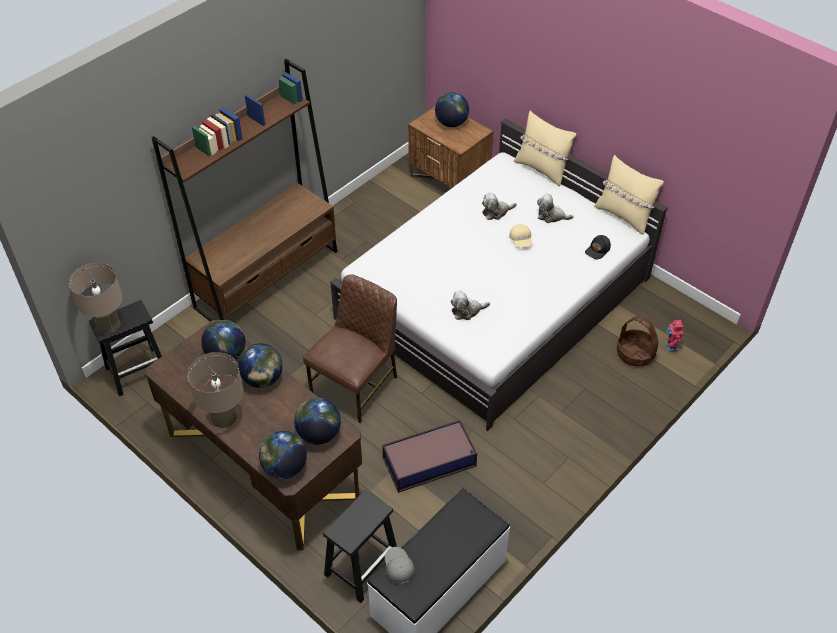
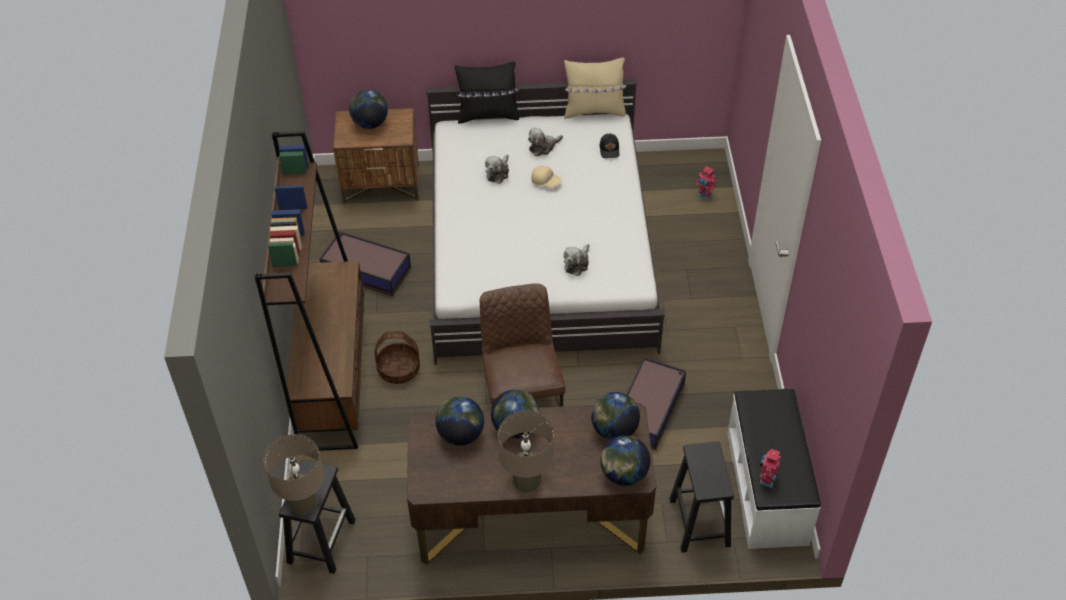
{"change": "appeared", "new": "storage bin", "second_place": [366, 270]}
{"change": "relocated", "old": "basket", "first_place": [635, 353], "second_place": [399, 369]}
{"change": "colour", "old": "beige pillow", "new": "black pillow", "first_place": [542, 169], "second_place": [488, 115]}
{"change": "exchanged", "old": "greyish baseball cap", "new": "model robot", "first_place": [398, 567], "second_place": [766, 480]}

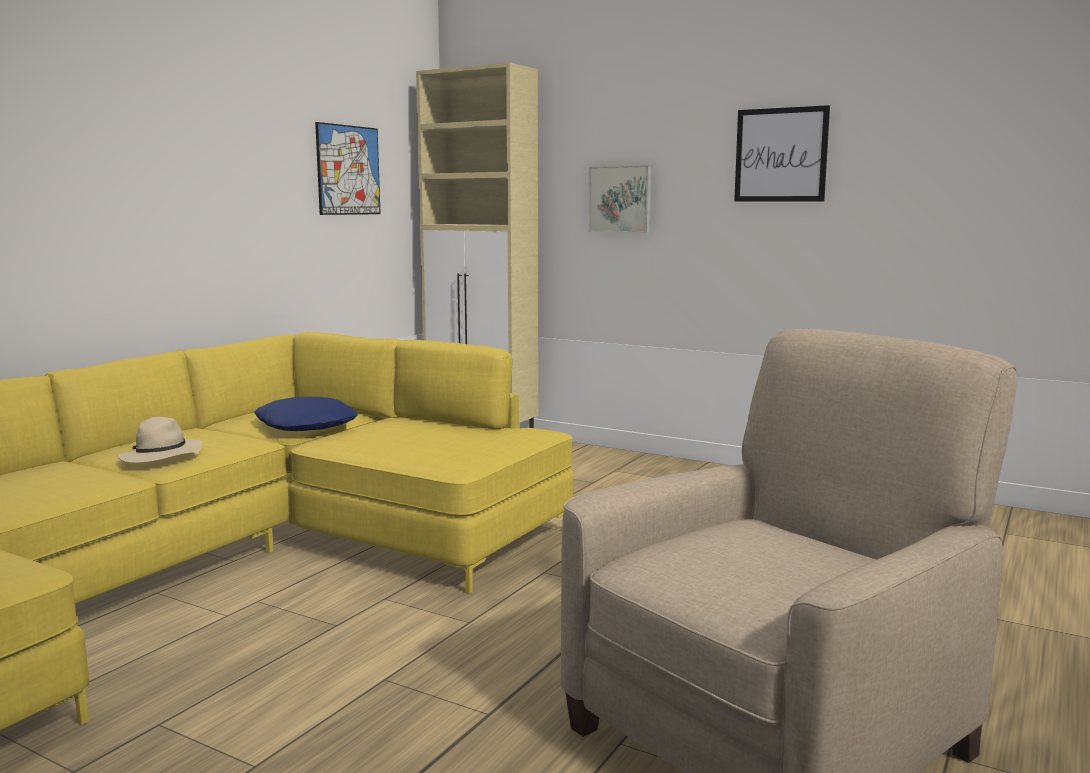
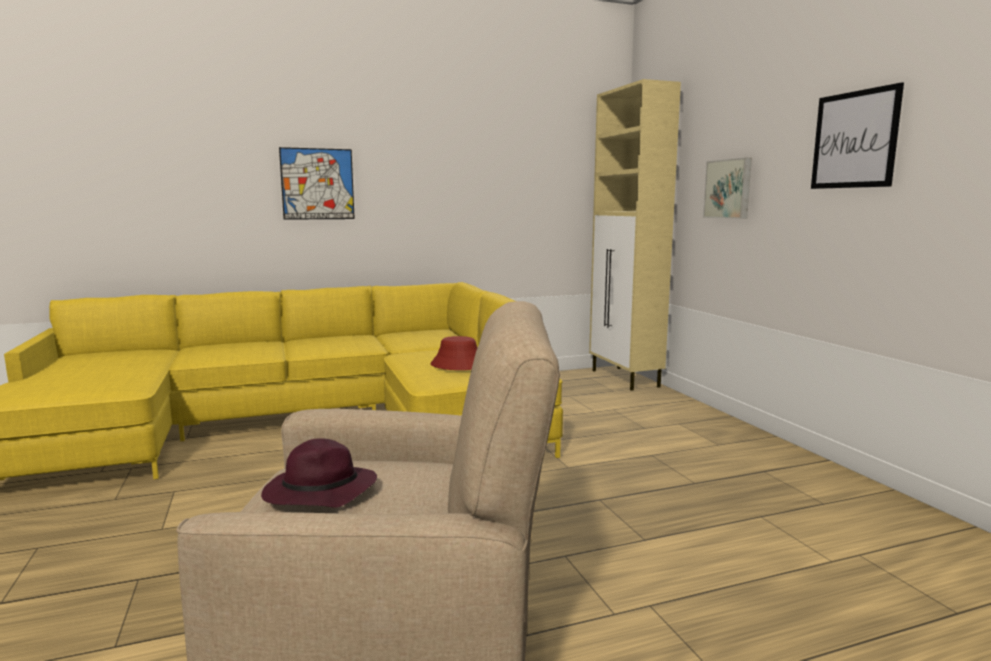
{"change": "appeared", "new": "purplish wearable hat", "second_place": [318, 493]}
{"change": "relocated", "old": "wall picture", "first_place": [348, 170], "second_place": [317, 184]}
{"change": "appeared", "new": "red-coloured wearable hat", "second_place": [458, 365]}
{"change": "missing", "old": "beige wearable hat", "first_place": [161, 457]}
{"change": "missing", "old": "bluish pillow", "first_place": [307, 425]}

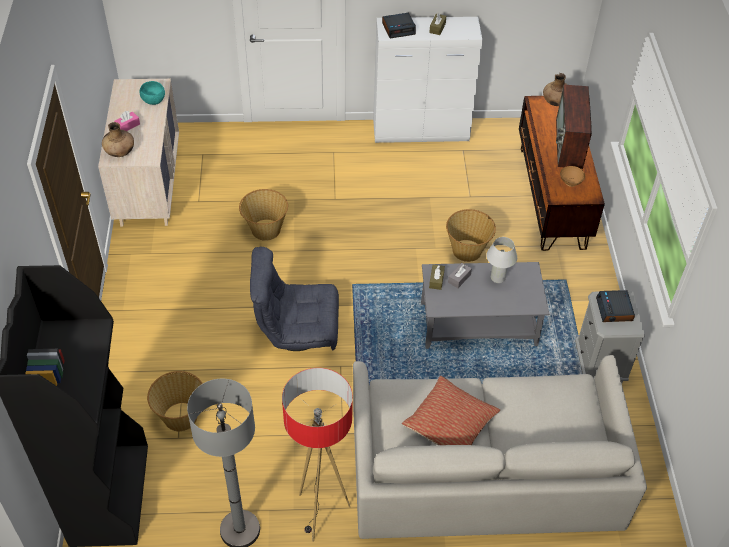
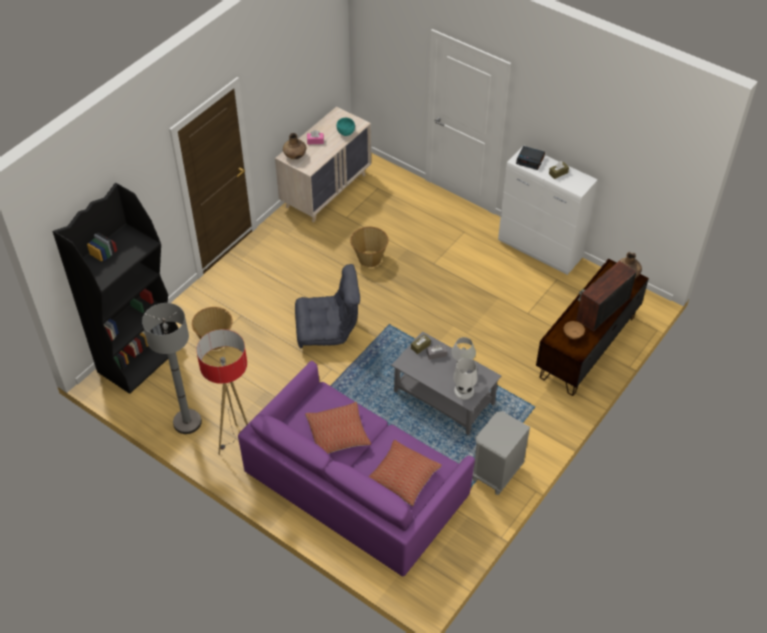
{"change": "colour", "old": "greyish settee", "new": "purplish settee", "first_place": [483, 468], "second_place": [355, 482]}
{"change": "spun", "old": "greyish easy chair", "first_place": [297, 329], "second_place": [328, 331], "degrees": 135}
{"change": "appeared", "new": "pillow", "second_place": [403, 477]}
{"change": "appeared", "new": "white tabletop lamp", "second_place": [464, 391]}
{"change": "missing", "old": "basket", "first_place": [467, 250]}
{"change": "missing", "old": "alarm clock", "first_place": [614, 310]}

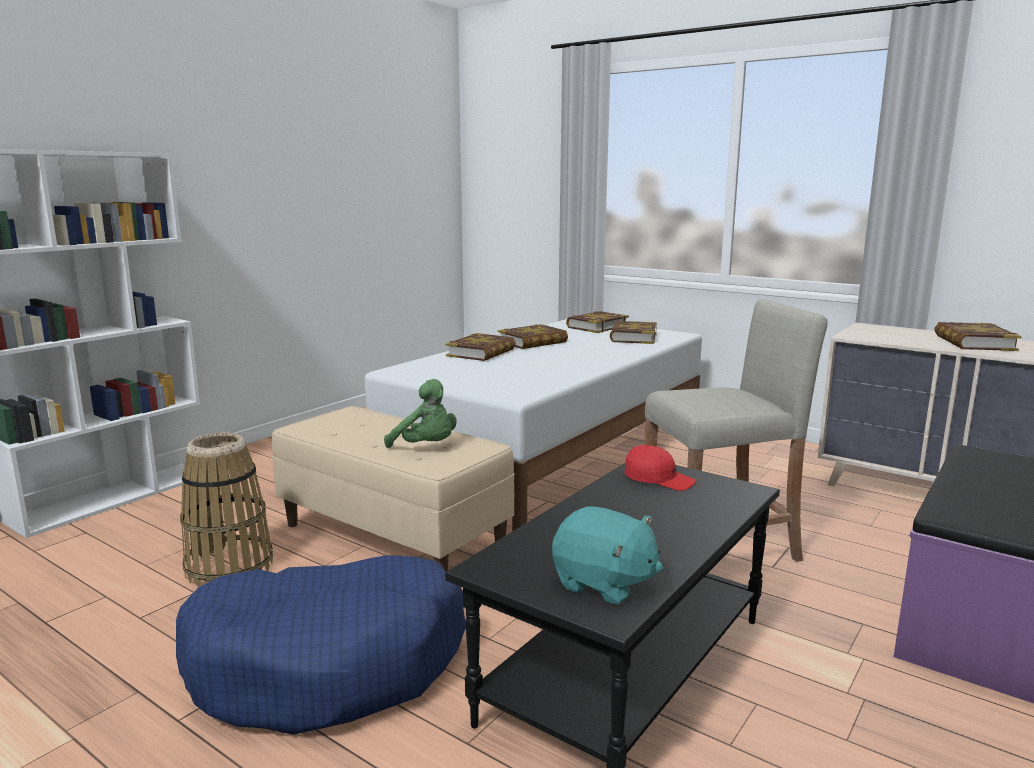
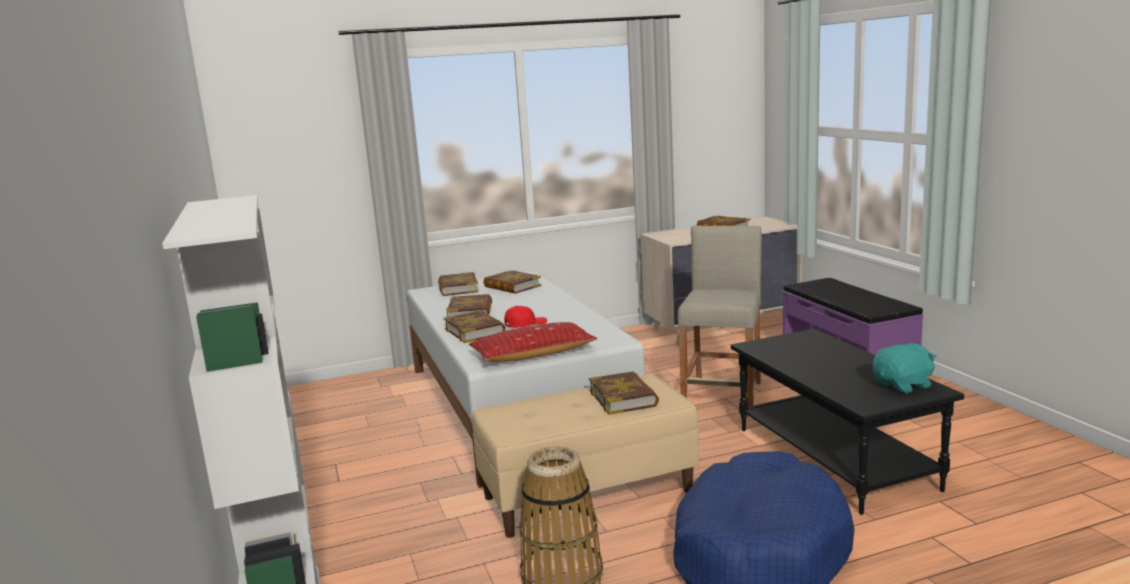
{"change": "appeared", "new": "red-coloured pillow", "second_place": [533, 354]}
{"change": "relocated", "old": "red-coloured baseball cap", "first_place": [658, 479], "second_place": [525, 323]}
{"change": "exchanged", "old": "green-coloured plush toy", "new": "volume", "first_place": [426, 447], "second_place": [623, 398]}

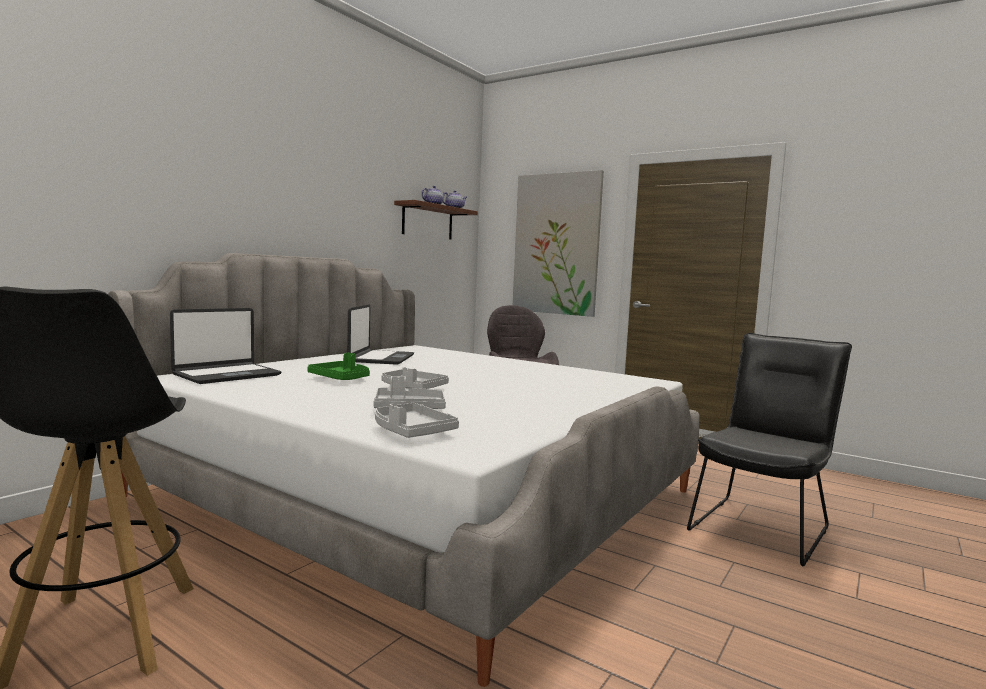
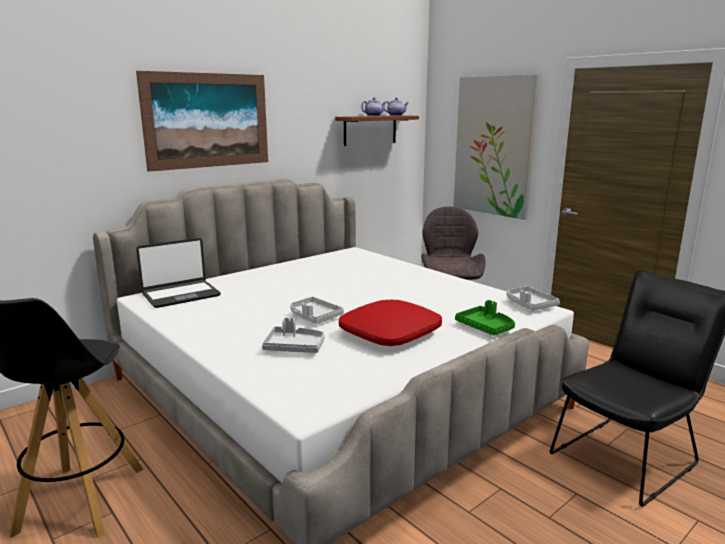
{"change": "appeared", "new": "wall picture", "second_place": [207, 120]}
{"change": "appeared", "new": "red-coloured pillow", "second_place": [390, 333]}
{"change": "relocated", "old": "green-coloured tray", "first_place": [341, 378], "second_place": [485, 327]}
{"change": "relocated", "old": "greyish tray", "first_place": [411, 432], "second_place": [529, 305]}
{"change": "missing", "old": "notebook computer", "first_place": [381, 358]}

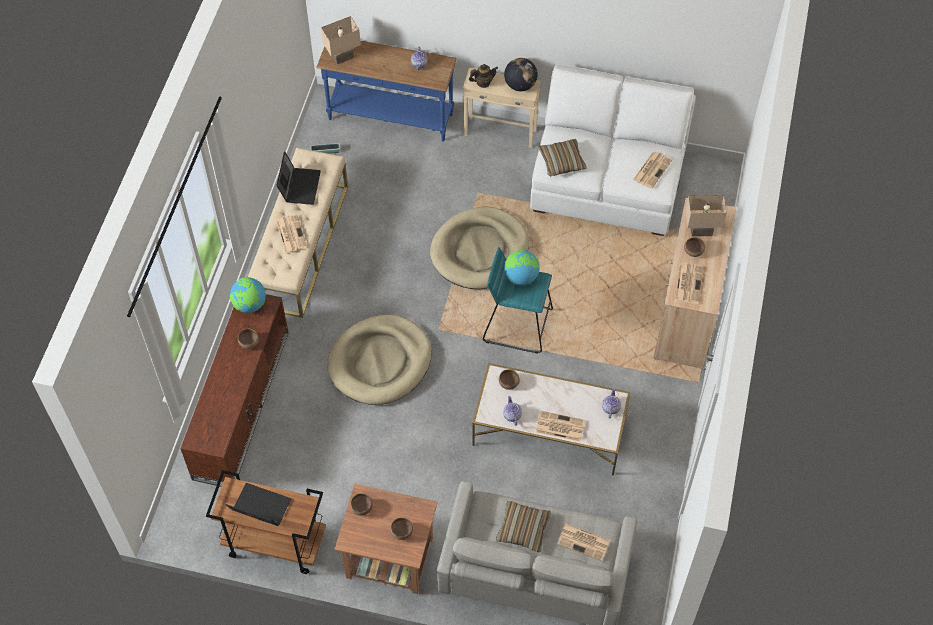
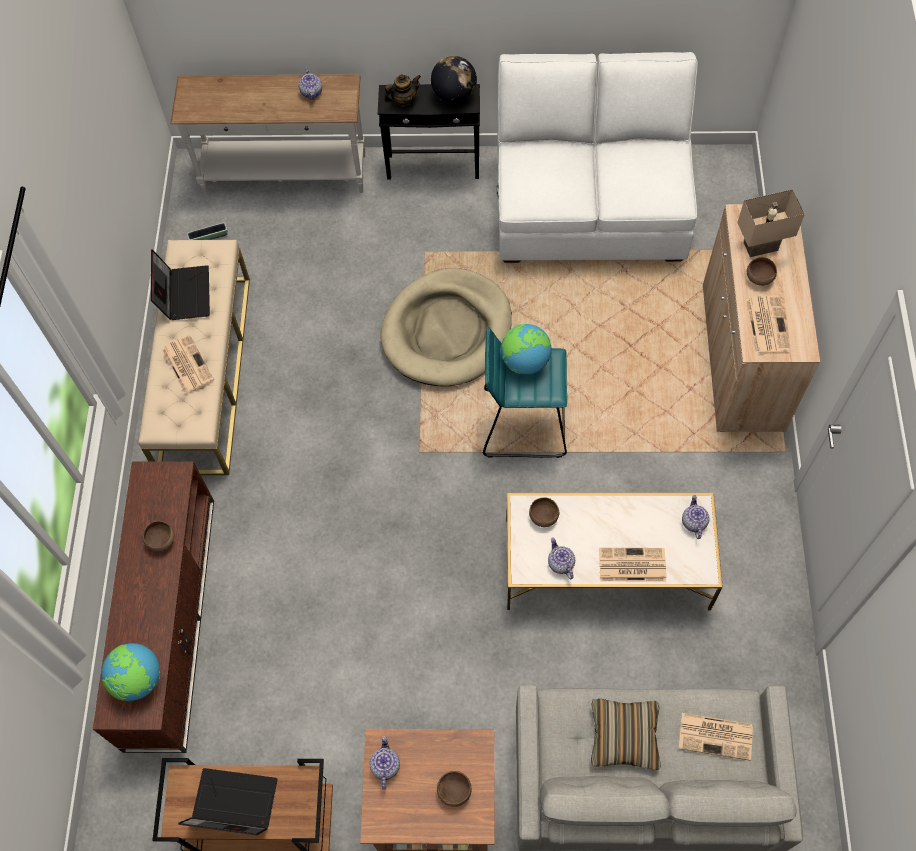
{"change": "relocated", "old": "world globe", "first_place": [249, 305], "second_place": [138, 680]}
{"change": "colour", "old": "bluish console table", "new": "white console table", "first_place": [390, 118], "second_place": [284, 175]}
{"change": "exchanged", "old": "brownish bowl", "new": "tea pot", "first_place": [361, 508], "second_place": [385, 765]}
{"change": "colour", "old": "beige end table", "new": "black end table", "first_place": [500, 133], "second_place": [433, 167]}
{"change": "missing", "old": "beige tabletop lamp", "first_place": [343, 56]}
{"change": "missing", "old": "beige pet bed", "first_place": [380, 362]}
{"change": "missing", "old": "pillow", "first_place": [562, 161]}
{"change": "missing", "old": "daily paper", "first_place": [652, 169]}

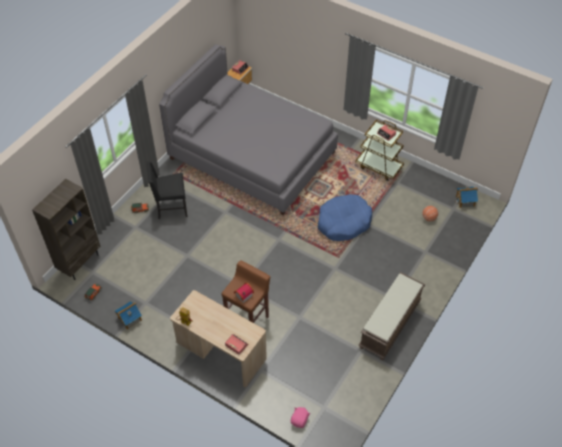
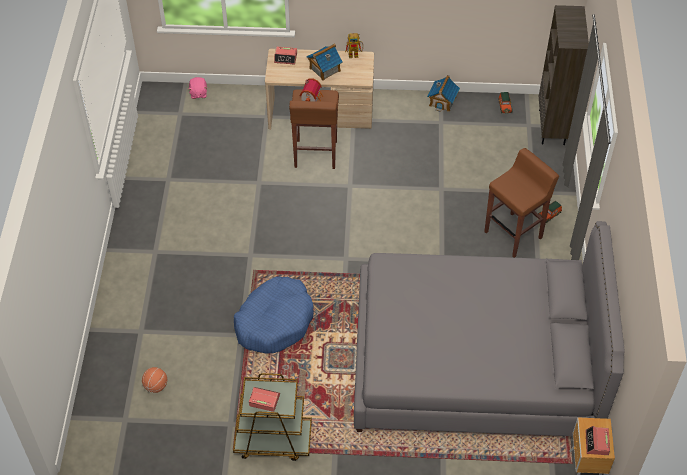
{"change": "relocated", "old": "model house", "first_place": [465, 201], "second_place": [324, 69]}
{"change": "exchanged", "old": "black plain chair", "new": "brownish stool", "first_place": [171, 208], "second_place": [514, 234]}
{"change": "missing", "old": "brownish indoor bench", "first_place": [390, 325]}

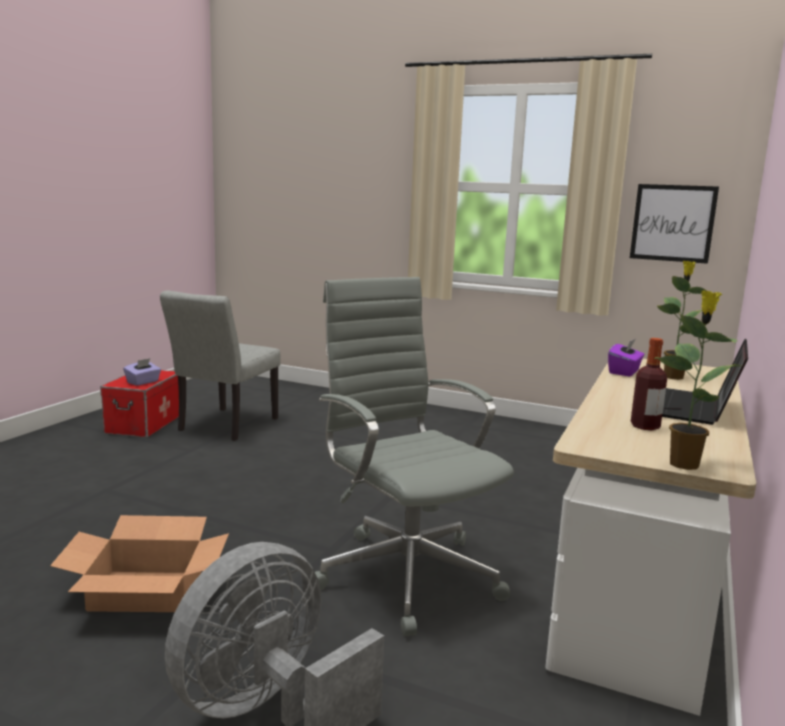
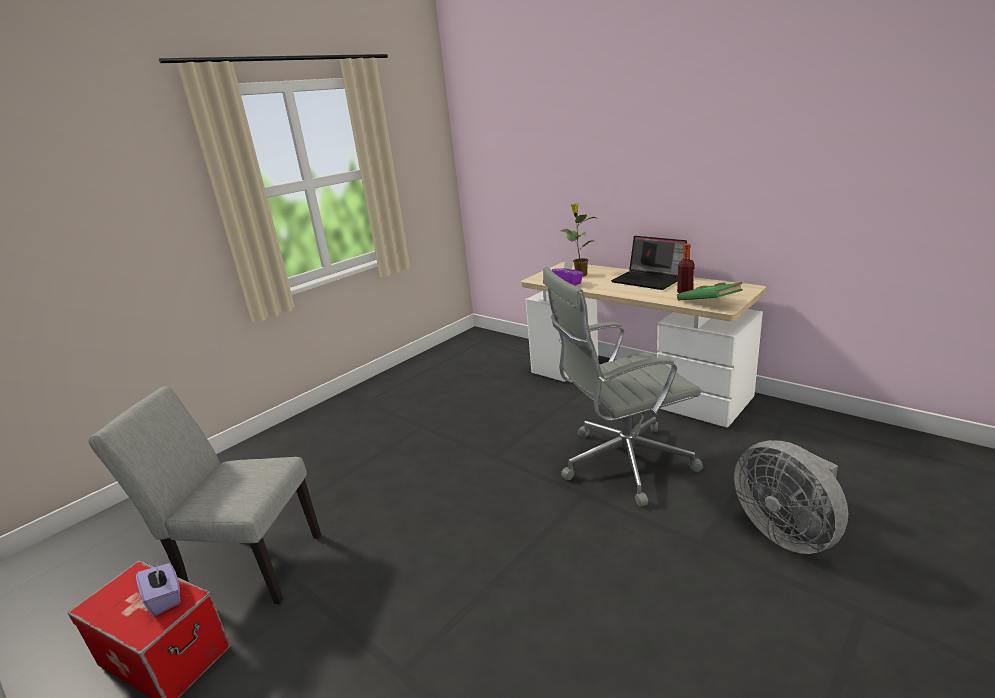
{"change": "spun", "old": "greyish plain chair", "first_place": [223, 426], "second_place": [245, 565], "degrees": 150}
{"change": "appeared", "new": "green-coloured volume", "second_place": [709, 303]}
{"change": "missing", "old": "carton", "first_place": [146, 591]}
{"change": "missing", "old": "wall picture", "first_place": [672, 223]}
{"change": "missing", "old": "houseplant", "first_place": [684, 463]}

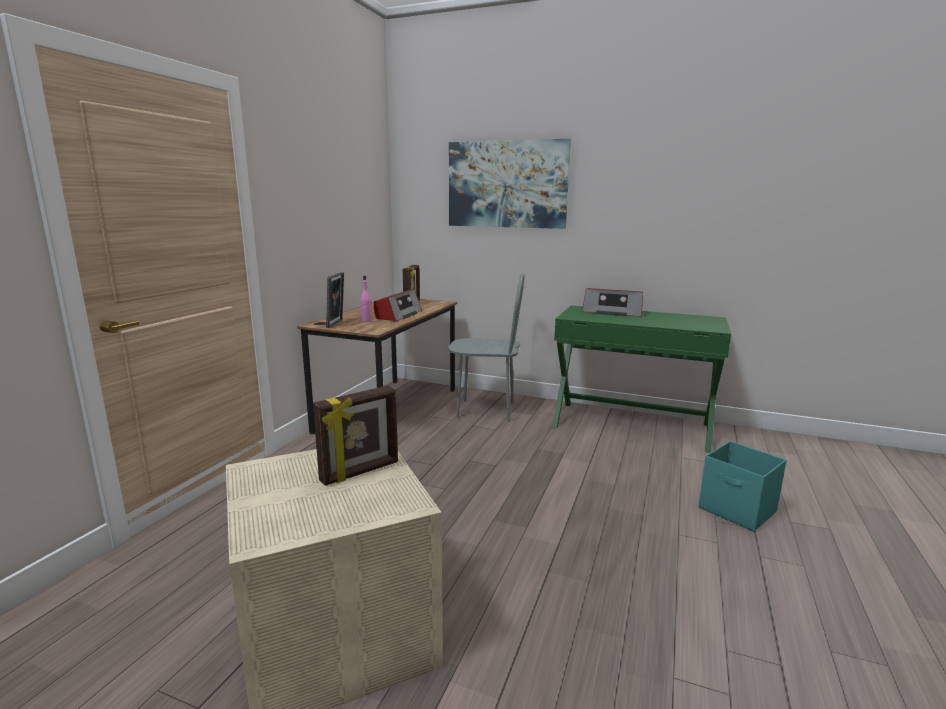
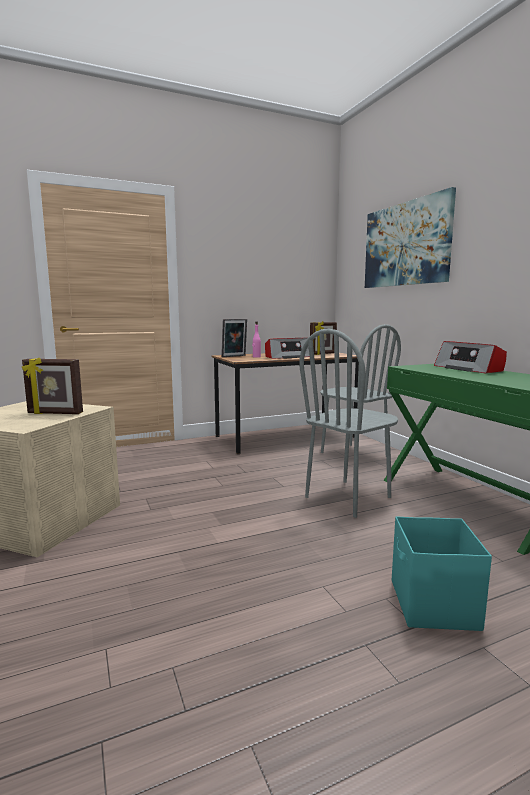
{"change": "appeared", "new": "greyish plain chair", "second_place": [348, 497]}

